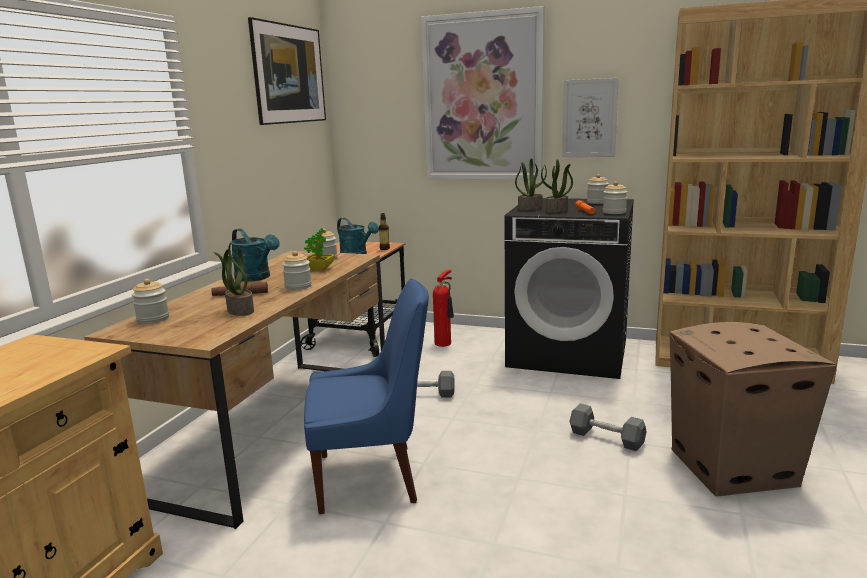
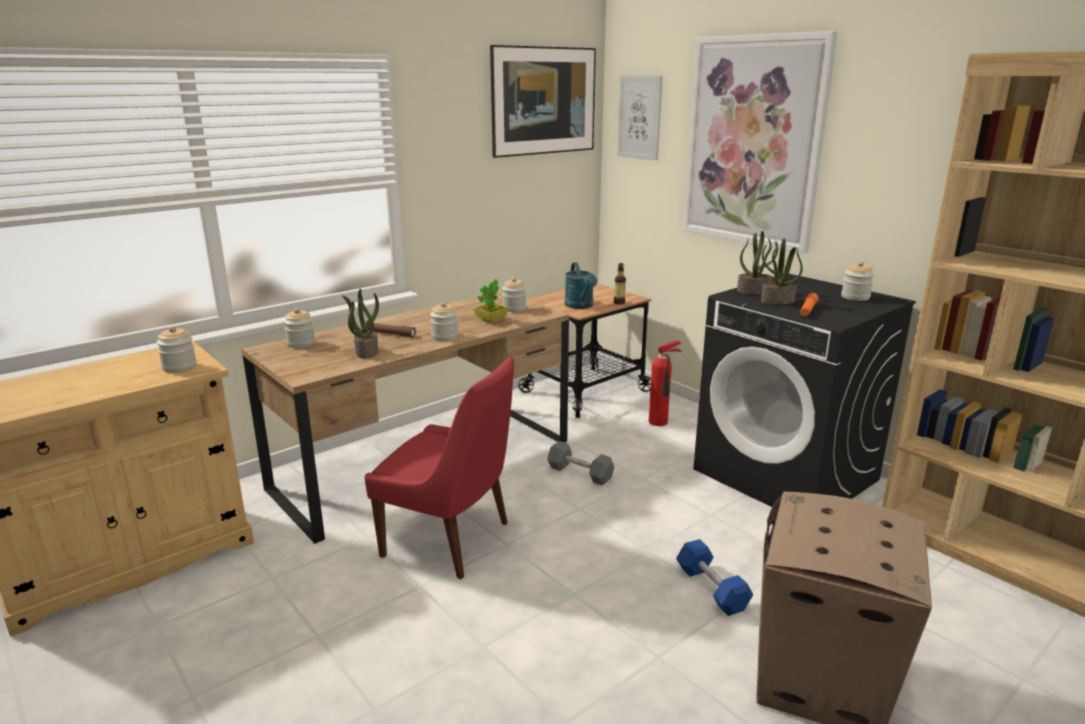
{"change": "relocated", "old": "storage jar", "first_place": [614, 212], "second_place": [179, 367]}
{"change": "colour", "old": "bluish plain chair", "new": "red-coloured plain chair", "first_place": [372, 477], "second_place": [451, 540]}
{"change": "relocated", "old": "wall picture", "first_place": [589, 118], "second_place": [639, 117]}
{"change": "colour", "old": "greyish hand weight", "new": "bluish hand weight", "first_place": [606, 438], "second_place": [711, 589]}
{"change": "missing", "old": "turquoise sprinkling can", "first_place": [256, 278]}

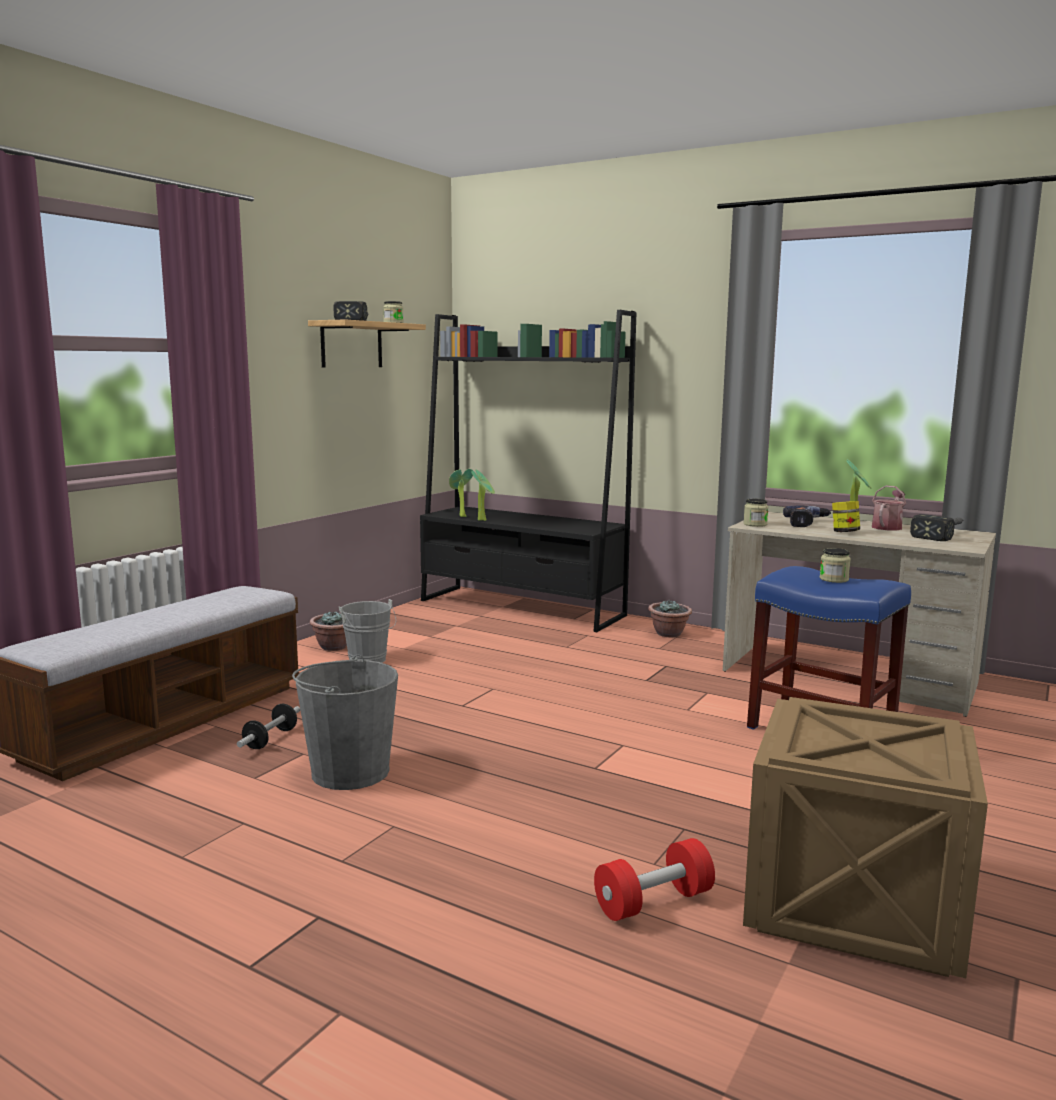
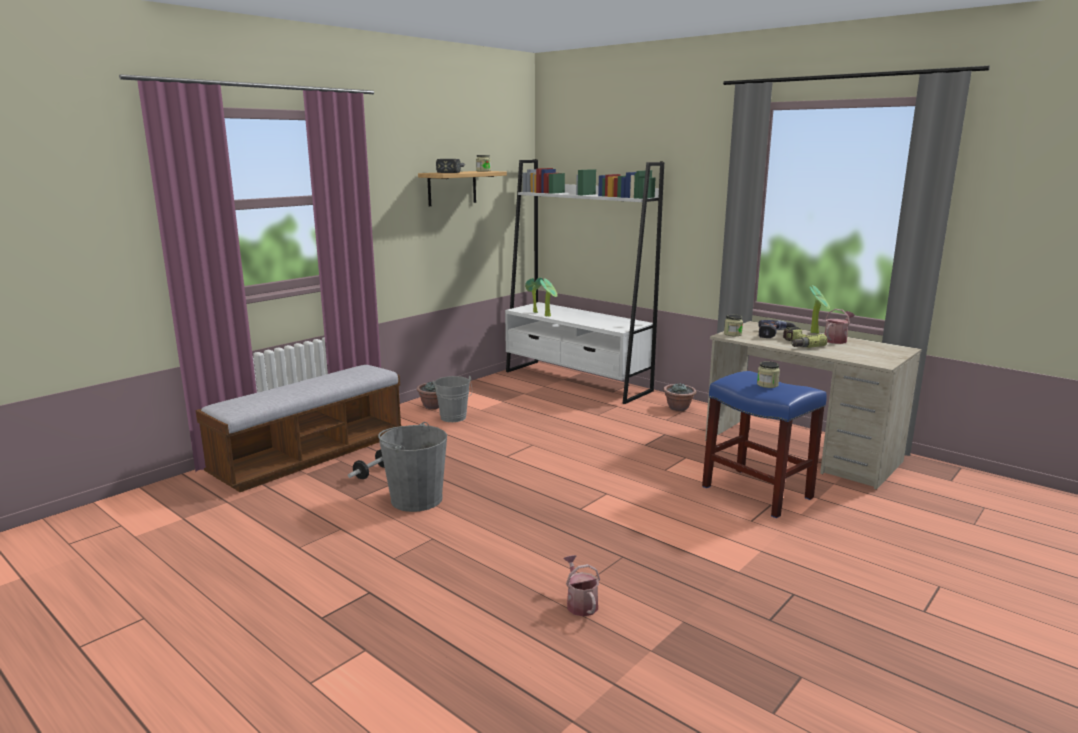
{"change": "colour", "old": "black bookcase", "new": "white bookcase", "first_place": [521, 608], "second_place": [577, 381]}
{"change": "exchanged", "old": "red-coloured hand weight", "new": "sprinkling can", "first_place": [653, 902], "second_place": [580, 603]}
{"change": "exchanged", "old": "storage jar", "new": "drill", "first_place": [844, 532], "second_place": [797, 344]}
{"change": "missing", "old": "shipping crate", "first_place": [857, 904]}
{"change": "missing", "old": "hand hammer", "first_place": [944, 534]}

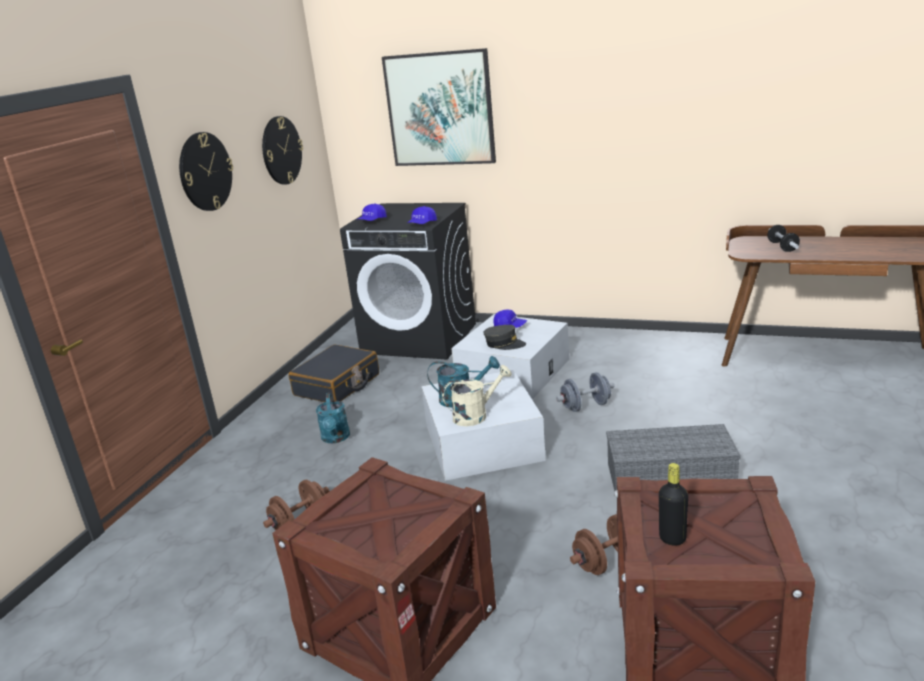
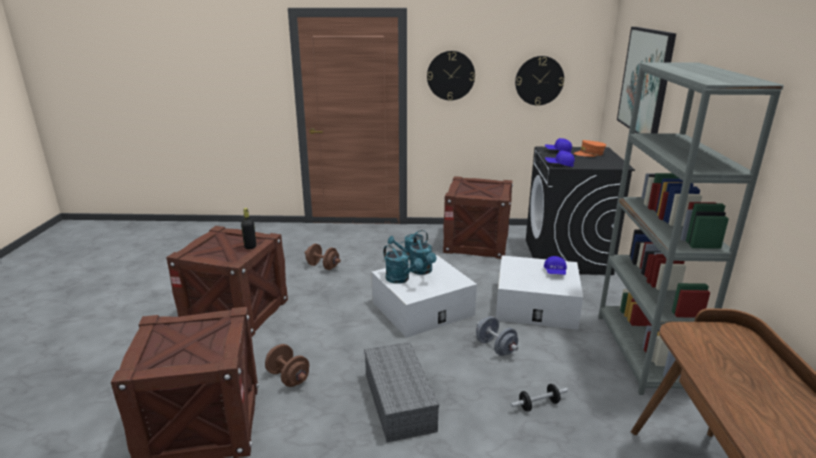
{"change": "relocated", "old": "black beverage bottle", "first_place": [672, 538], "second_place": [250, 247]}
{"change": "colour", "old": "beige sprinkling can", "new": "turquoise sprinkling can", "first_place": [476, 415], "second_place": [400, 279]}
{"change": "exchanged", "old": "black piece of luggage", "new": "shipping crate", "first_place": [337, 385], "second_place": [476, 243]}
{"change": "relocated", "old": "hand weight", "first_place": [782, 247], "second_place": [538, 405]}
{"change": "appeared", "new": "orangey baseball cap", "second_place": [589, 154]}
{"change": "appeared", "new": "greyish bookcase", "second_place": [643, 352]}
{"change": "missing", "old": "greyish baseball cap", "first_place": [504, 344]}

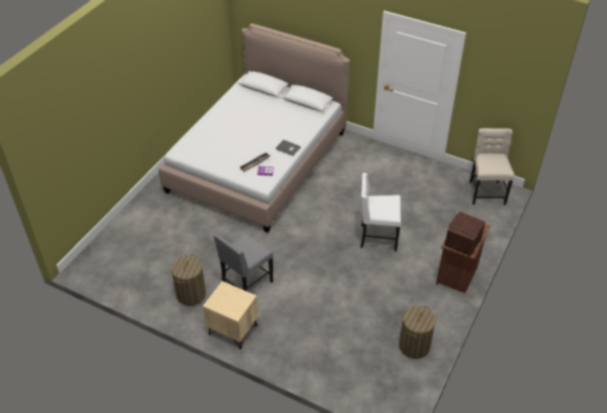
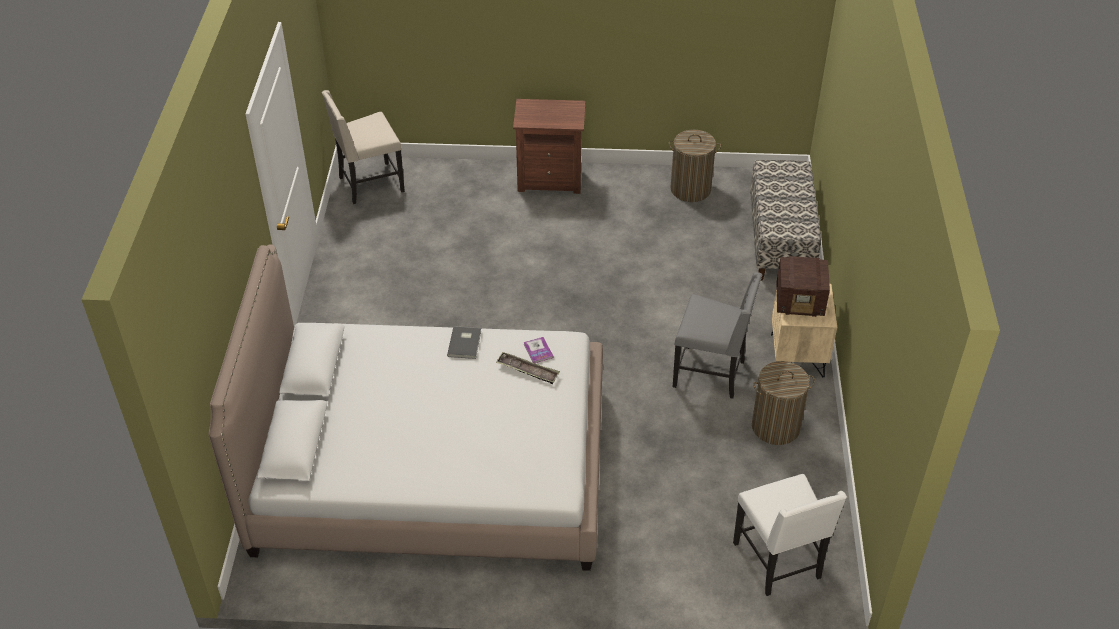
{"change": "relocated", "old": "white plain chair", "first_place": [377, 237], "second_place": [779, 562]}
{"change": "appeared", "new": "indoor bench", "second_place": [780, 242]}
{"change": "relocated", "old": "radio", "first_place": [462, 243], "second_place": [800, 301]}

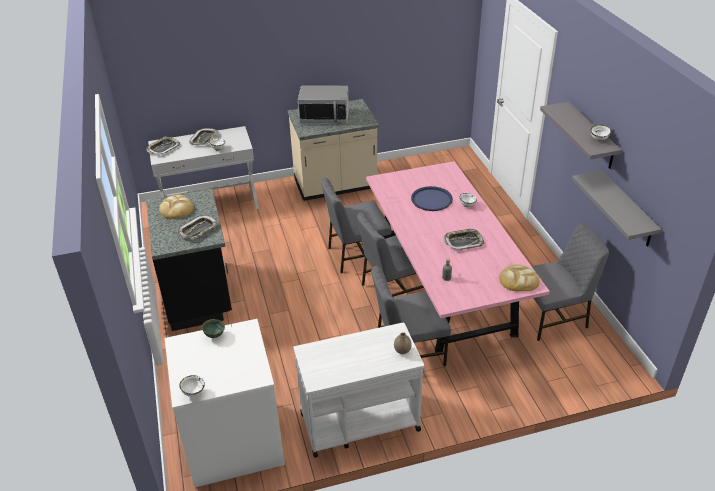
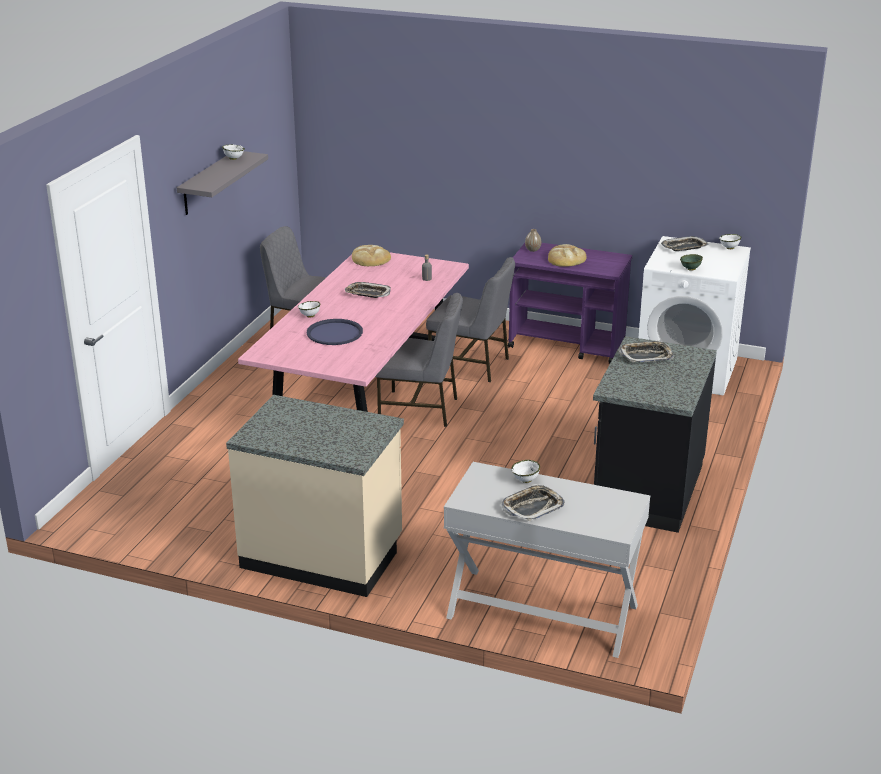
{"change": "colour", "old": "white cart", "new": "purplish cart", "first_place": [358, 422], "second_place": [567, 345]}
{"change": "relocated", "old": "bread", "first_place": [177, 209], "second_place": [566, 259]}
{"change": "relocated", "old": "tray", "first_place": [163, 148], "second_place": [684, 247]}
{"change": "missing", "old": "microwave oven", "first_place": [324, 117]}
{"change": "missing", "old": "greyish plain chair", "first_place": [356, 255]}
{"change": "missing", "old": "greyish shelf", "first_place": [627, 209]}

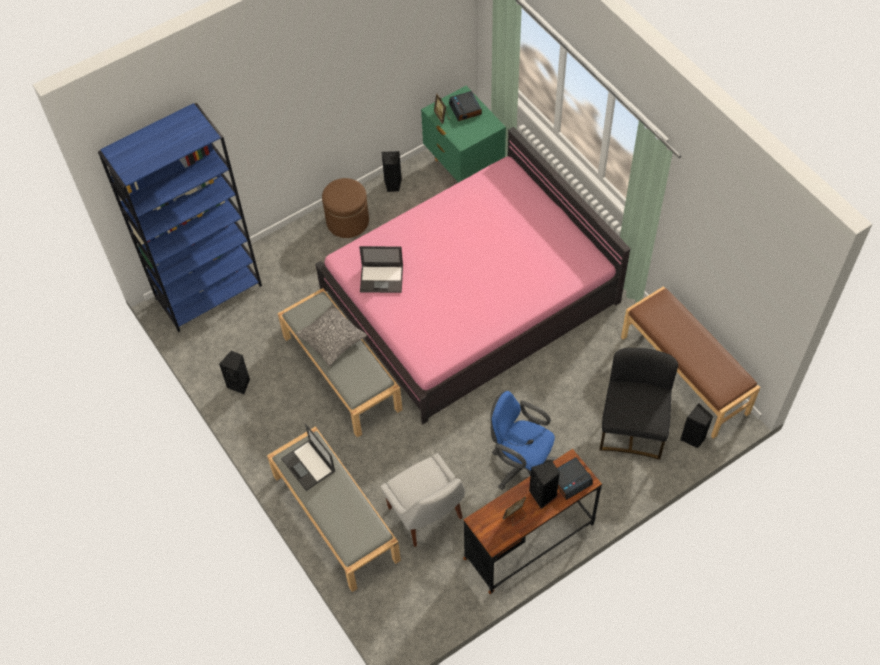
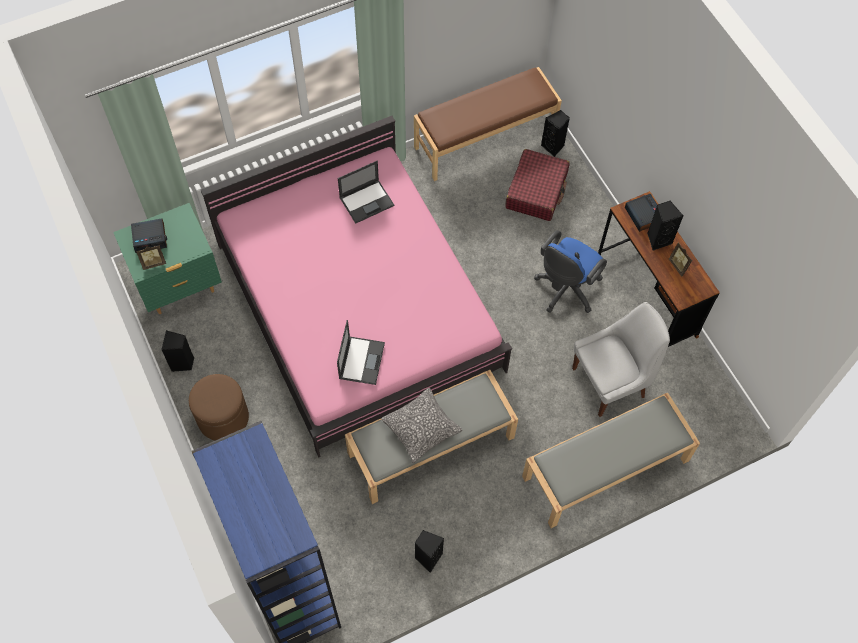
{"change": "relocated", "old": "notebook computer", "first_place": [309, 465], "second_place": [367, 201]}
{"change": "exchanged", "old": "black plain chair", "new": "red-coloured piece of luggage", "first_place": [633, 428], "second_place": [536, 191]}

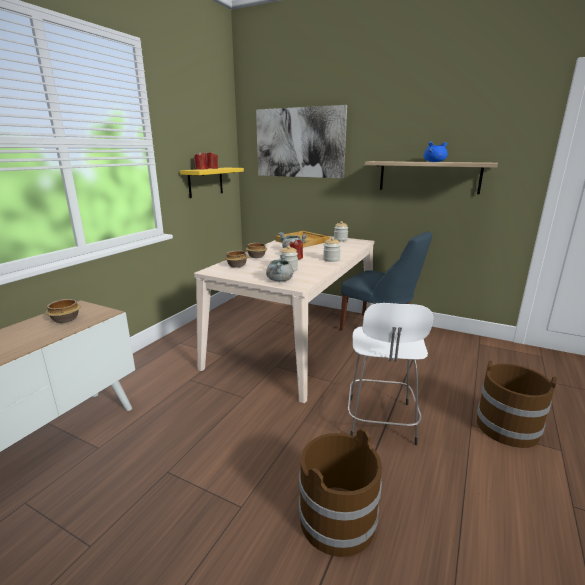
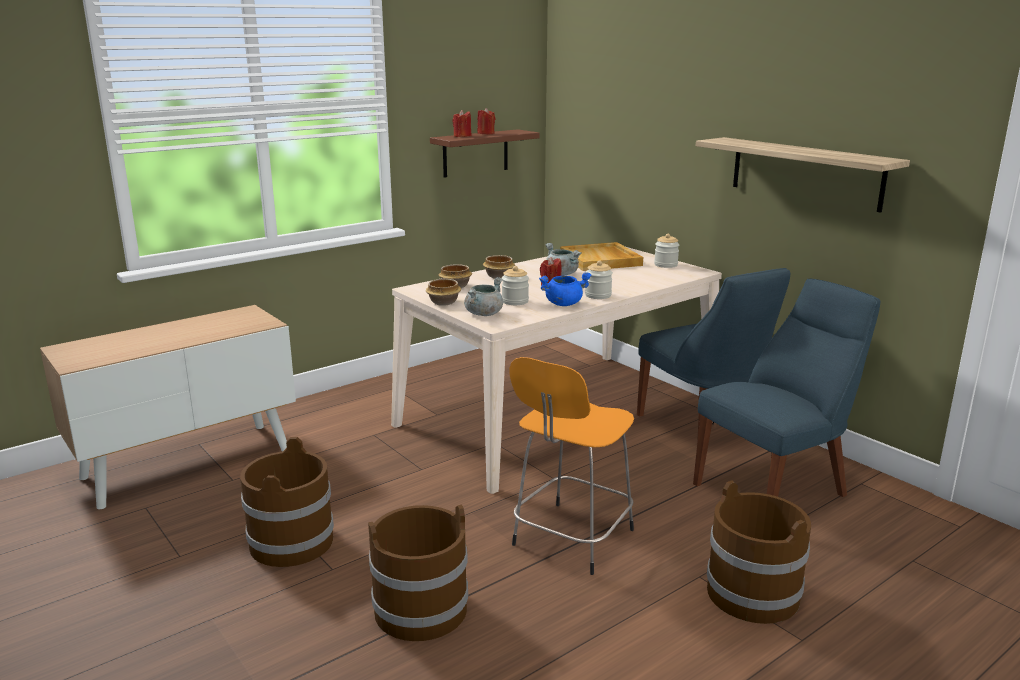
{"change": "appeared", "new": "brownish bucket", "second_place": [291, 542]}
{"change": "relocated", "old": "bowl", "first_place": [66, 319], "second_place": [444, 302]}
{"change": "colour", "old": "yellow shelf", "new": "brownish shelf", "first_place": [205, 182], "second_place": [475, 153]}
{"change": "colour", "old": "white stool", "new": "orangey stool", "first_place": [380, 422], "second_place": [571, 539]}
{"change": "relocated", "old": "bluish stockpot", "first_place": [434, 162], "second_place": [563, 304]}
{"change": "appeared", "new": "bluish plain chair", "second_place": [775, 489]}
{"change": "missing", "old": "wall picture", "first_place": [299, 143]}

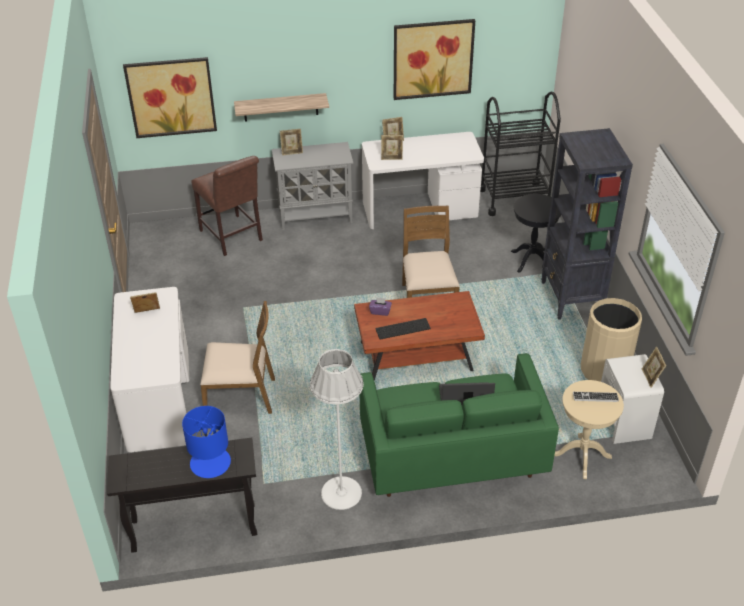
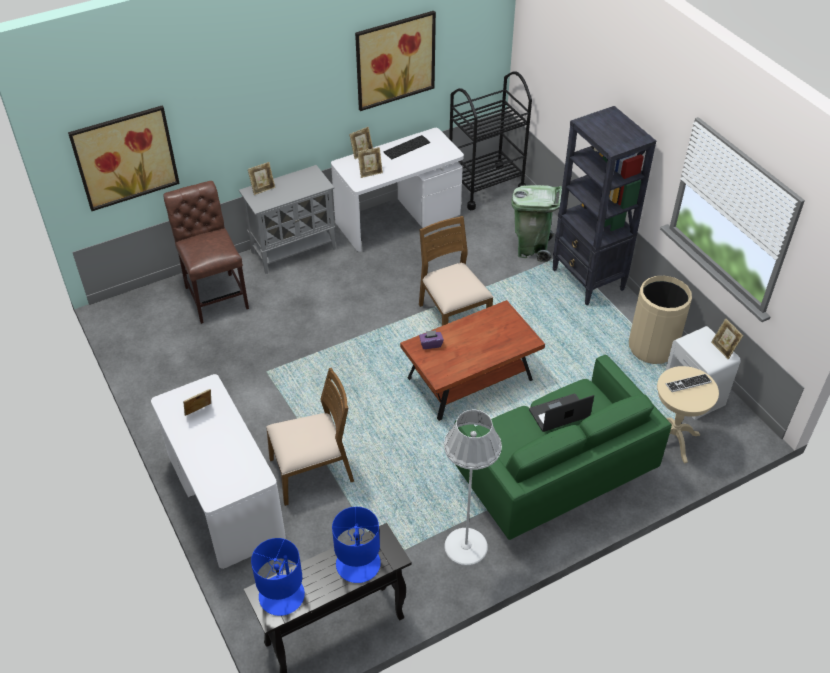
{"change": "spun", "old": "brownish plain chair", "first_place": [232, 237], "second_place": [215, 294], "degrees": -150}
{"change": "appeared", "new": "bluish tabletop lamp", "second_place": [282, 595]}
{"change": "relocated", "old": "computer keyboard", "first_place": [403, 328], "second_place": [406, 147]}
{"change": "exchanged", "old": "black end table", "new": "green-coloured waste bin", "first_place": [531, 260], "second_place": [532, 249]}
{"change": "missing", "old": "shelf", "first_place": [280, 107]}

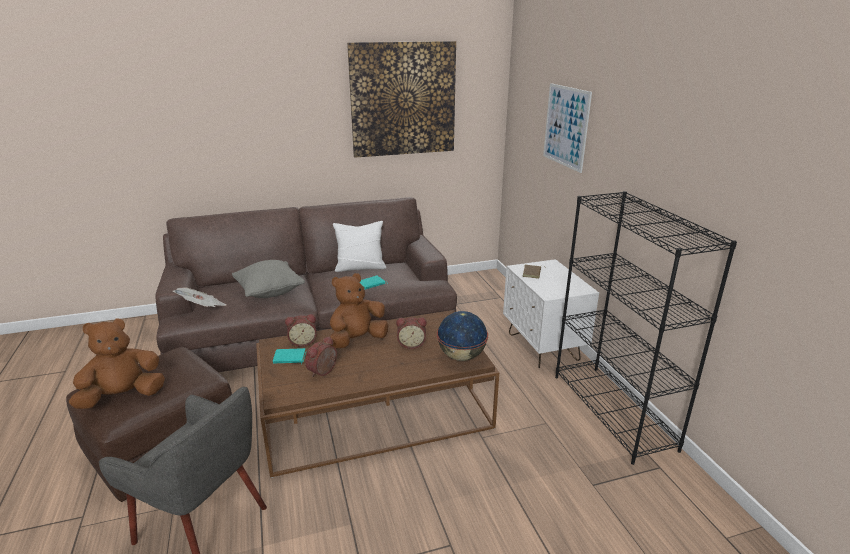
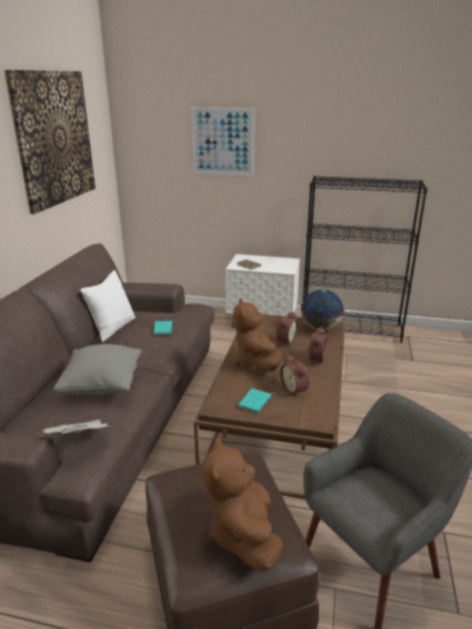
{"change": "relocated", "old": "alarm clock", "first_place": [303, 342], "second_place": [315, 359]}

